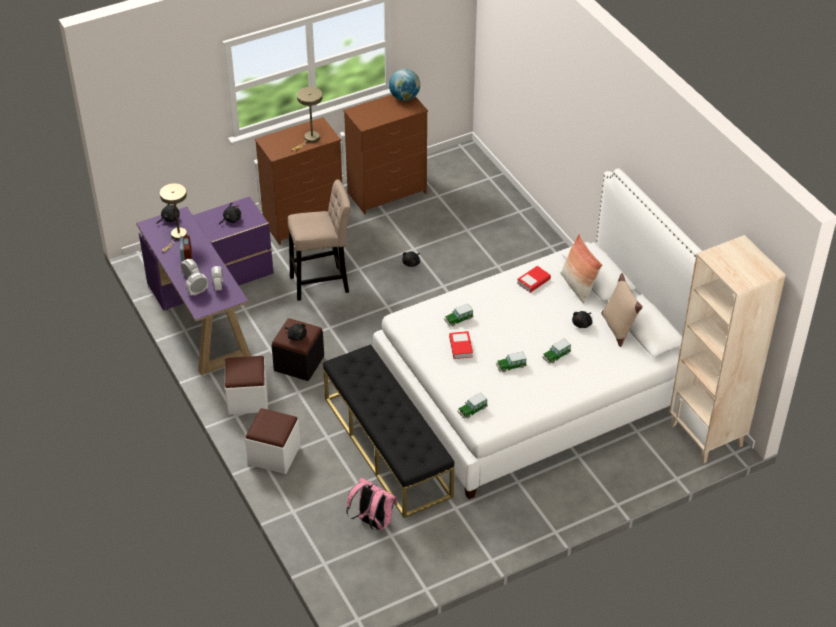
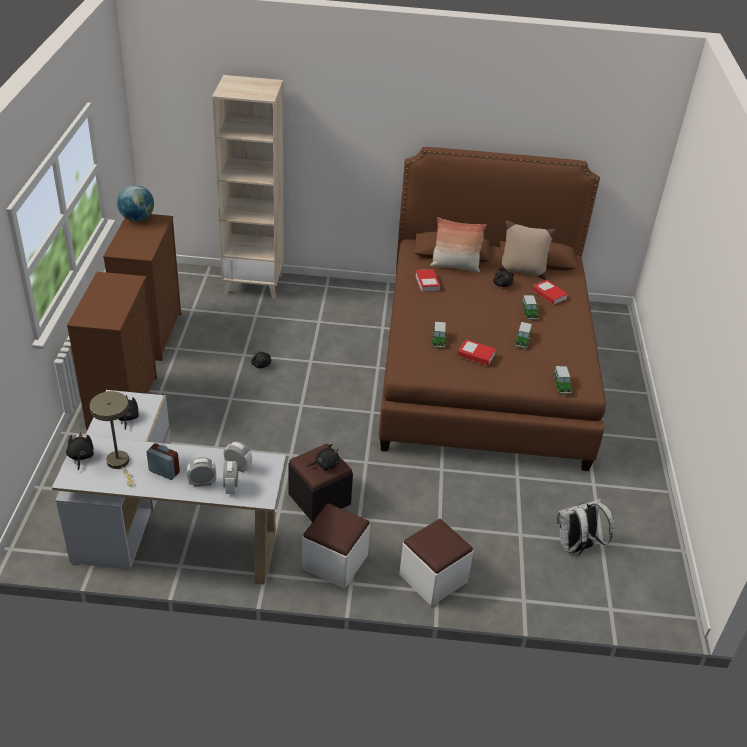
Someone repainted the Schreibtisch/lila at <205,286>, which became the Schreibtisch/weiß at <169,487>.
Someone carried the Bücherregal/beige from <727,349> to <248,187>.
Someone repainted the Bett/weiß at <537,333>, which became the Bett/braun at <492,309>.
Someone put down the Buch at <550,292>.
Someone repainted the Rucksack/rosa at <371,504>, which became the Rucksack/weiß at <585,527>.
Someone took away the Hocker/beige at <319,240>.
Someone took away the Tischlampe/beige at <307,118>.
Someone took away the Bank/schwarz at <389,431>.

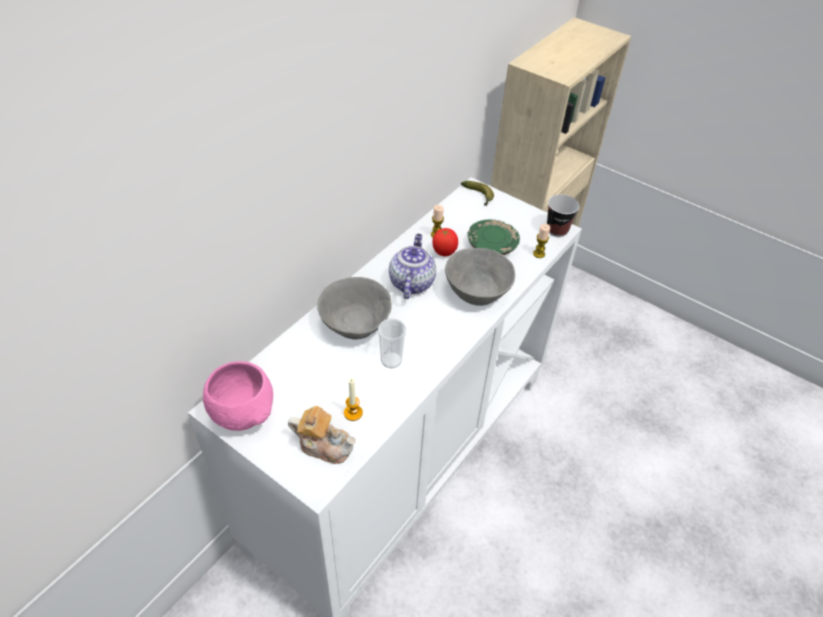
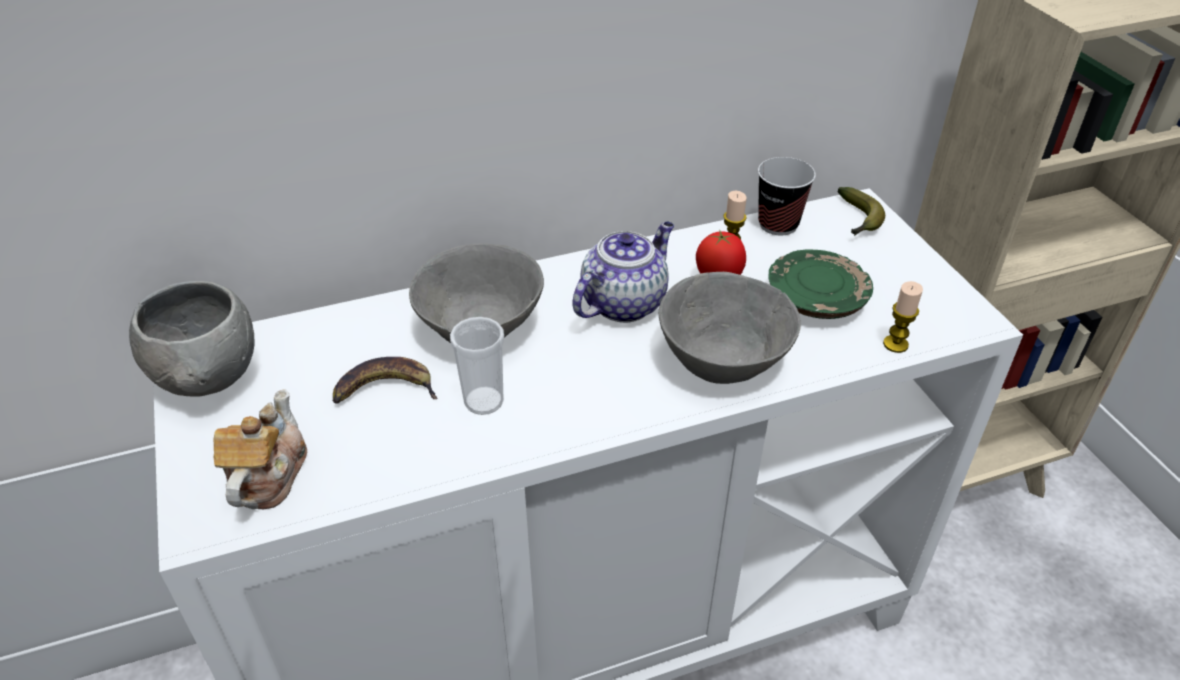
Someone repainted the Schüssel/rosa at <238,396>, which became the Schüssel/grau at <192,338>.
Someone rotated the Teekanne at <322,435> by 135 degrees counterclockwise.
Someone put down the Banane at <385,380>.
Someone carried the Tasse from <563,215> to <787,196>.
Someone took away the Kerze at <353,399>.

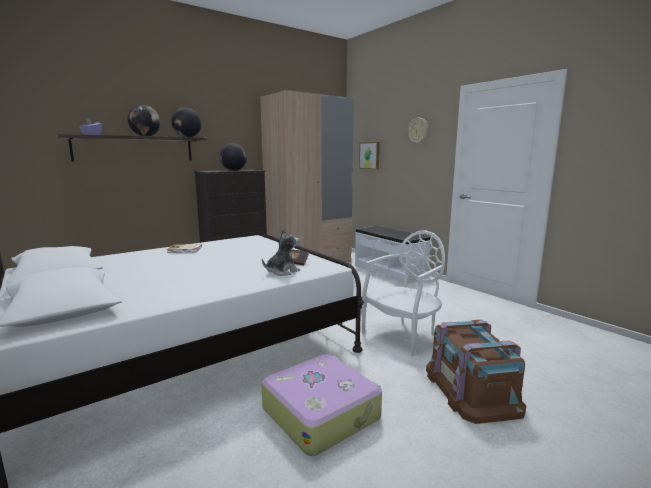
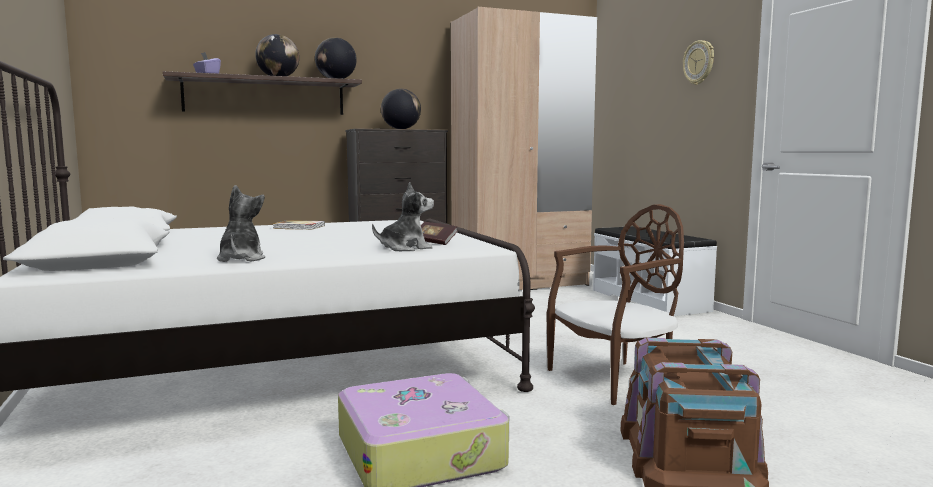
Someone put down the Plüschtier at <241,223>.
Someone repainted the Stuhl/weiß at <403,293>, which became the Stuhl/braun at <615,304>.
Someone took away the Bild at <369,155>.

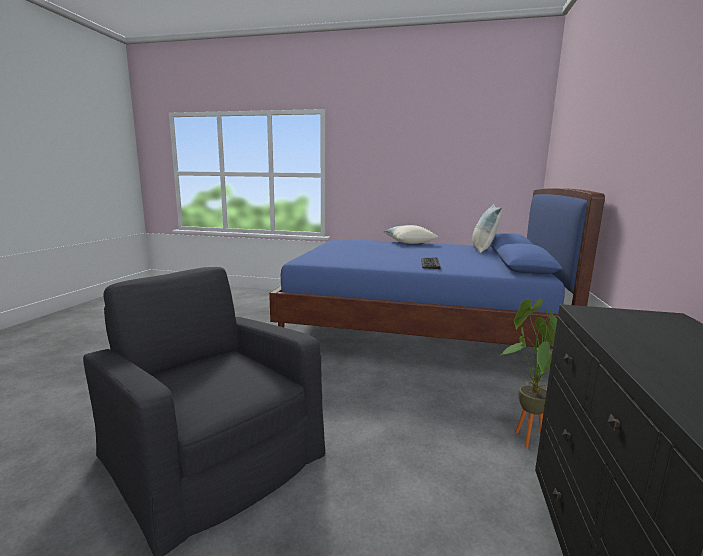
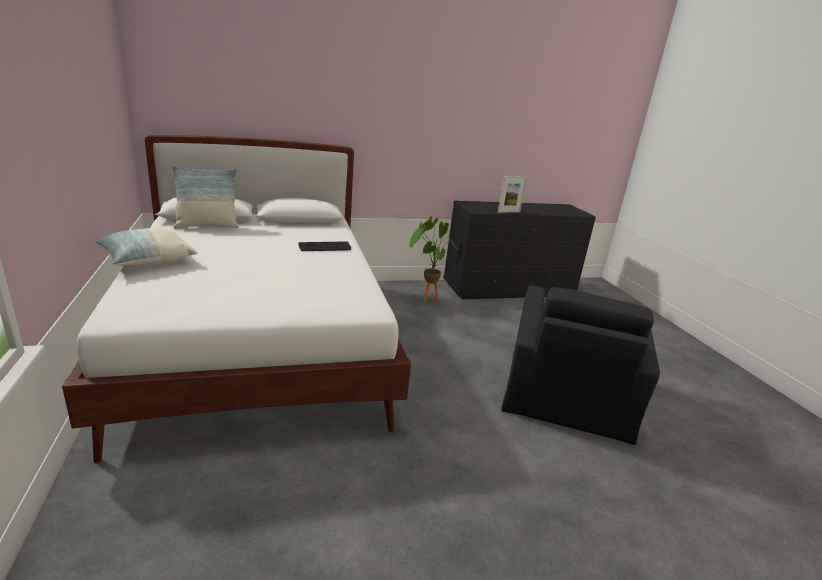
Someone repainted the Bett/blau at <437,268>, which became the Bett/weiß at <236,299>.
Someone put down the Bilderrahmen at <512,194>.

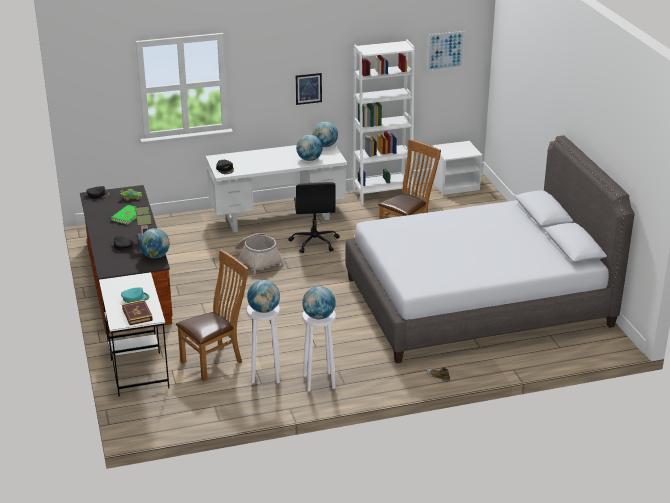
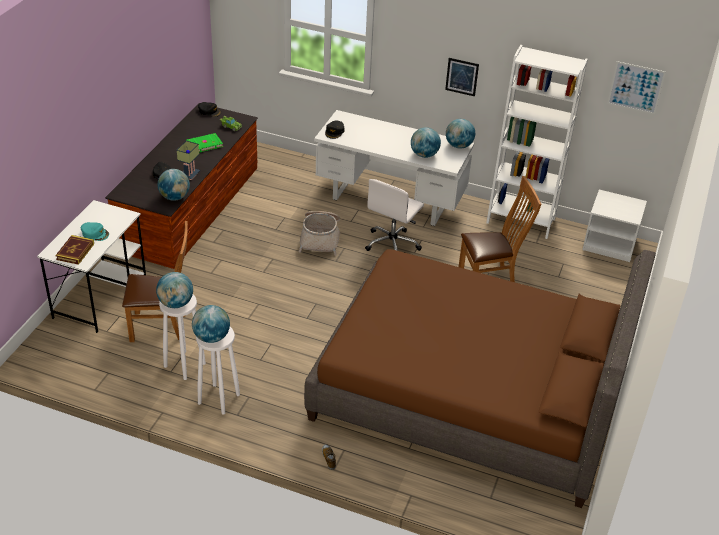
Someone repainted the Bett/grau at <490,249>, which became the Bett/braun at <480,378>.
Someone repainted the Bürostuhl/schwarz at <314,217>, which became the Bürostuhl/weiß at <394,215>.

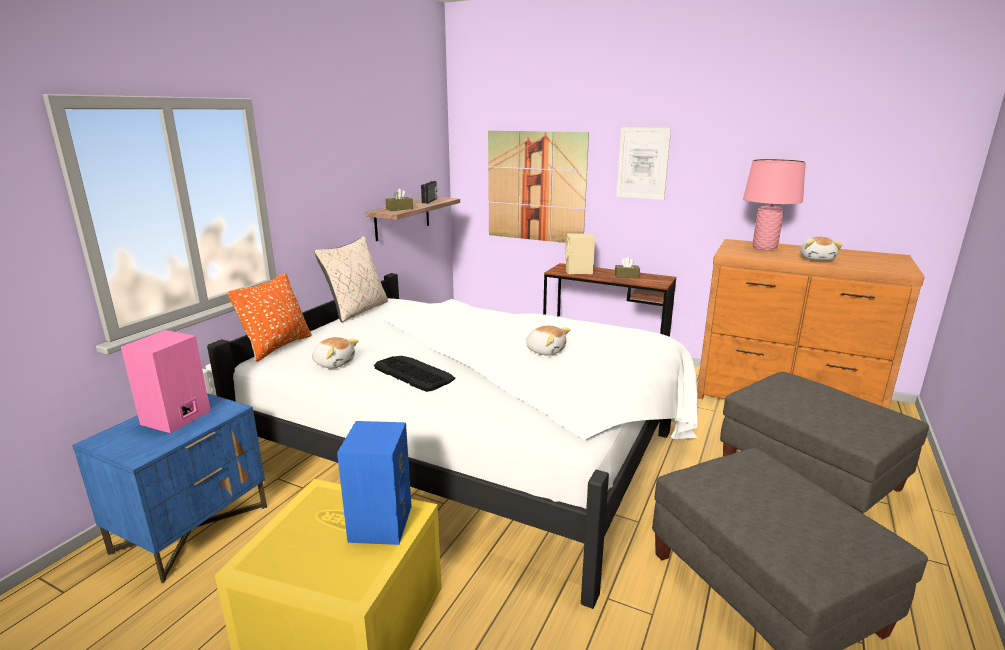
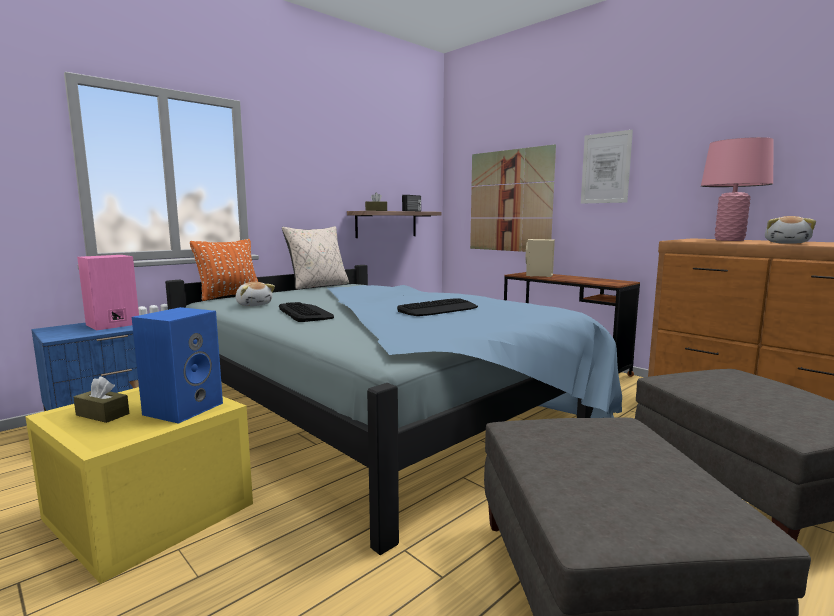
Someone carried the Taschentuchbox/braun from <627,267> to <101,399>.
Someone repainted the Bett/weiß at <452,441>, which became the Bett/blau at <393,410>.
Someone swapped the Plüschtier at <548,341> for the Tastatur at <437,307>.

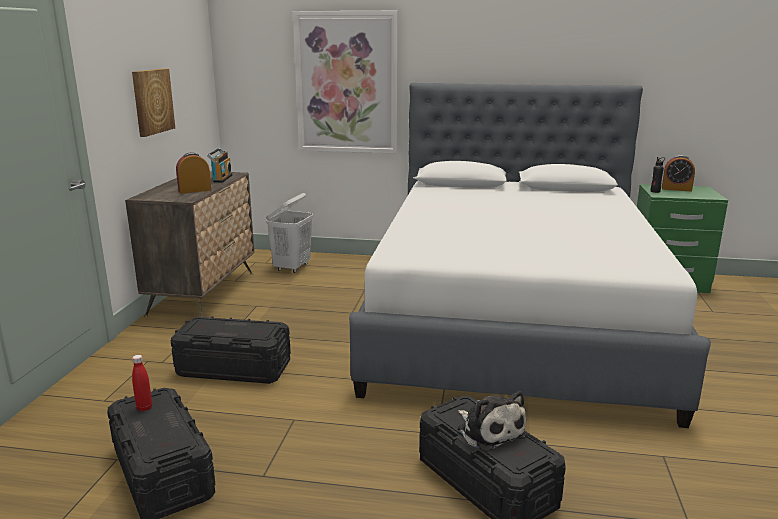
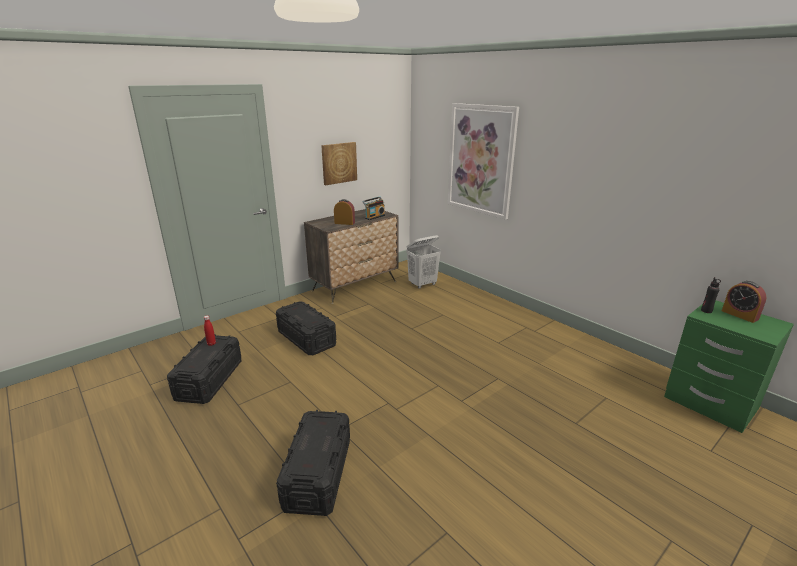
Someone took away the Bett/weiß at <530,255>.
Someone took away the Plüschtier at <492,421>.

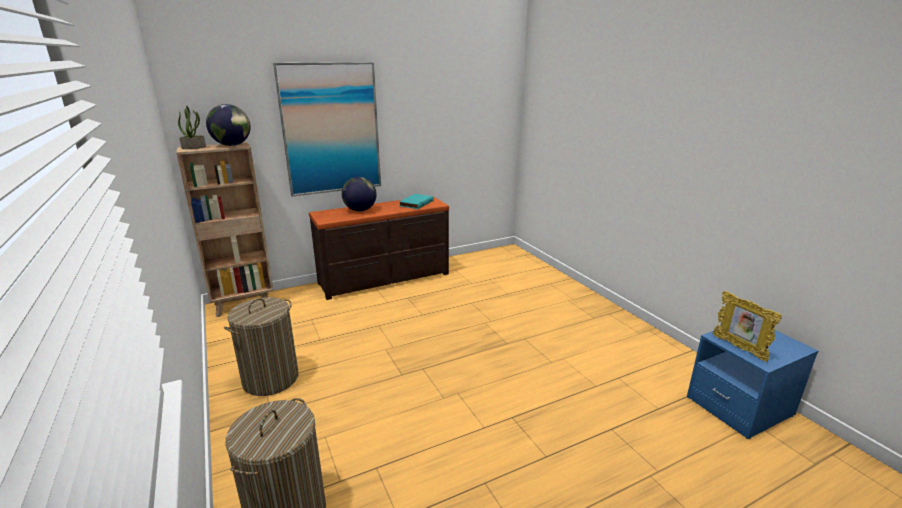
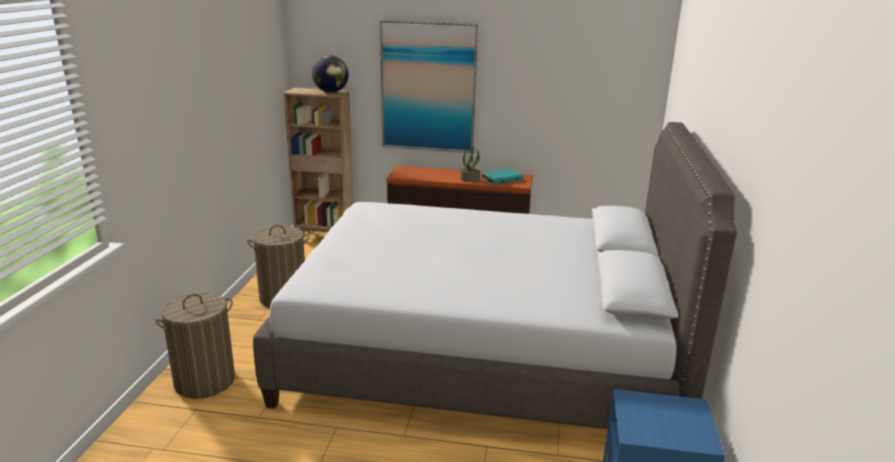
Someone put down the Bett/grau at <495,275>.
Someone carried the Topfpflanze from <192,127> to <470,163>.
Someone took away the Globus at <359,194>.
Someone took away the Bilderrahmen at <747,326>.

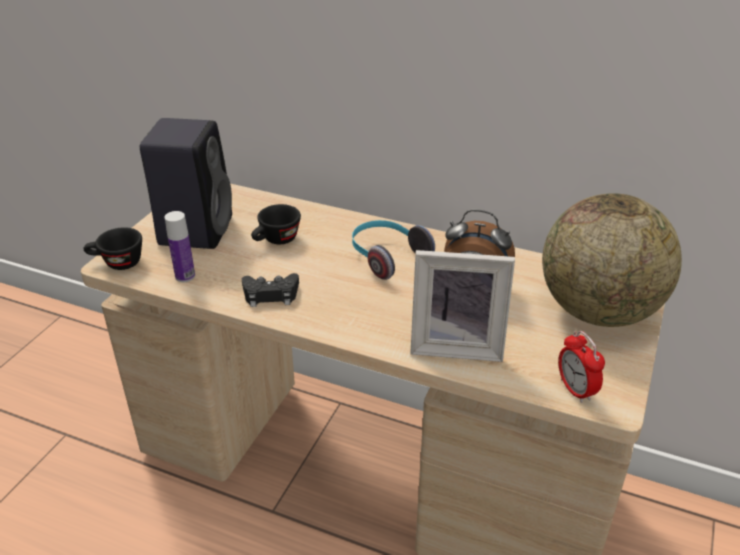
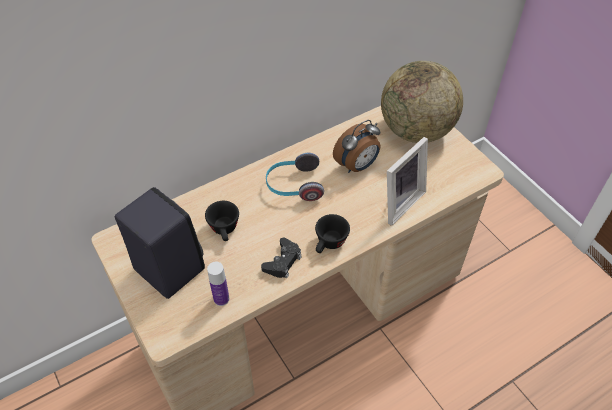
Someone carried the Tasse/schwarz from <113,248> to <332,233>.
Someone took away the Wecker at <581,367>.

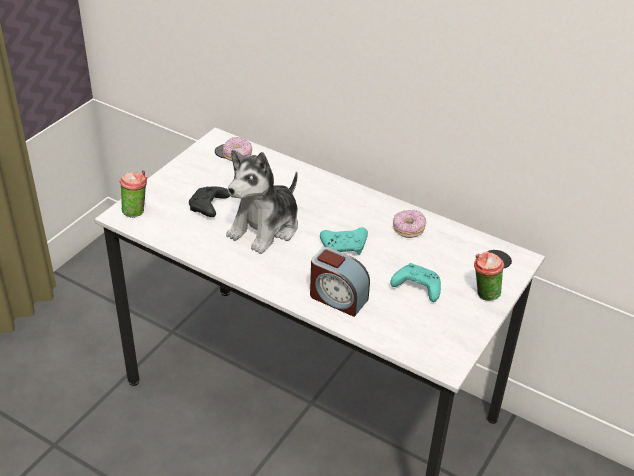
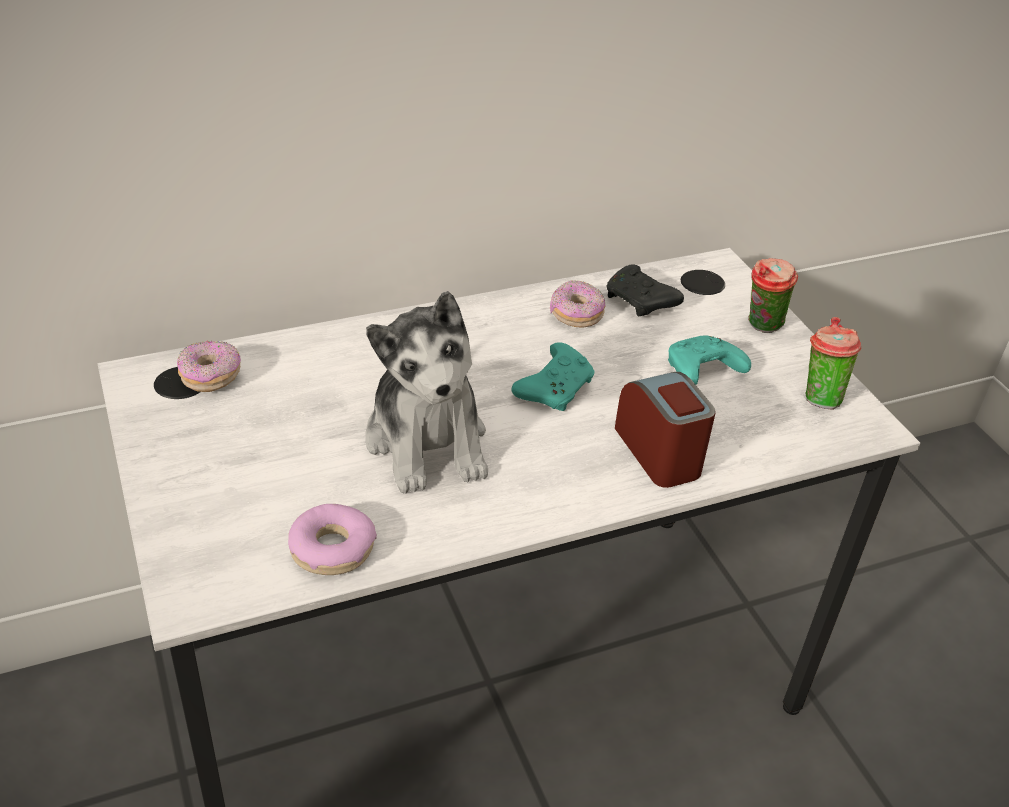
Someone put down the Donut at <332,539>.
Someone carried the Gamepad/schwarz from <209,202> to <645,291>.
Someone rotated the Wecker at <340,282> by 90 degrees counterclockwise.
Someone carried the Tasse from <133,194> to <833,363>.

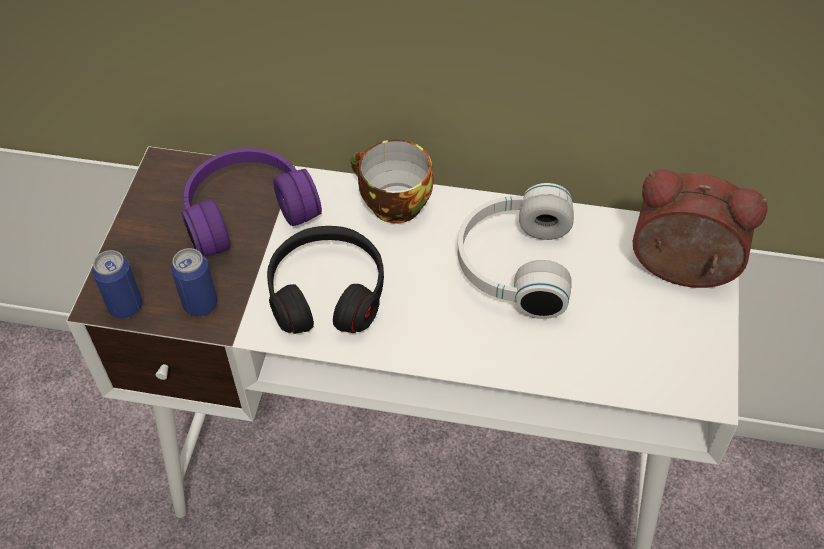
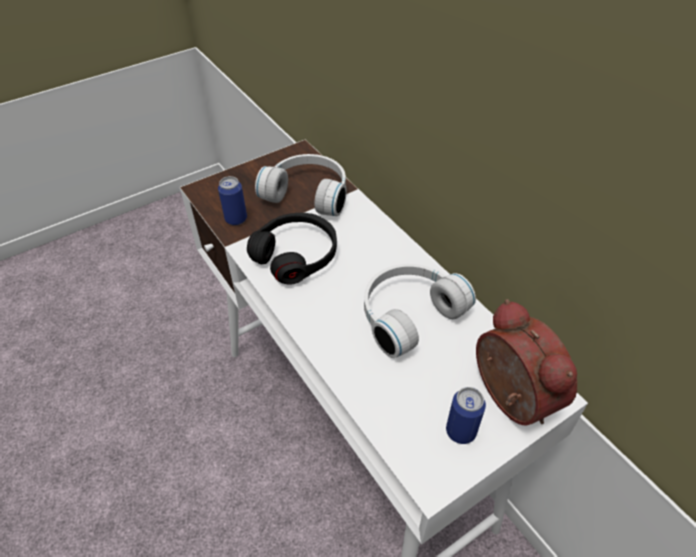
Someone repainted the Kopfhörer/lila at <251,202>, which became the Kopfhörer/weiß at <301,185>.
Someone carried the Dose from <117,284> to <466,415>.
Someone took away the Tasse at <392,181>.

